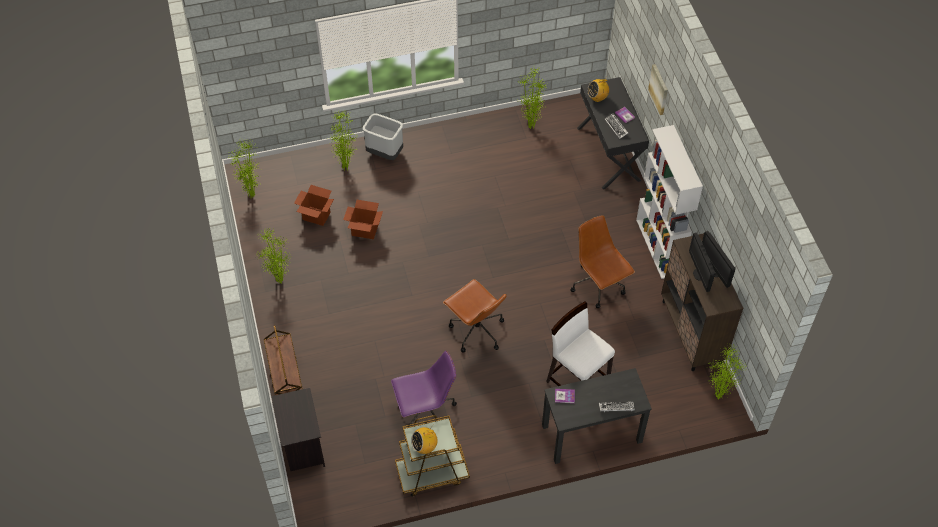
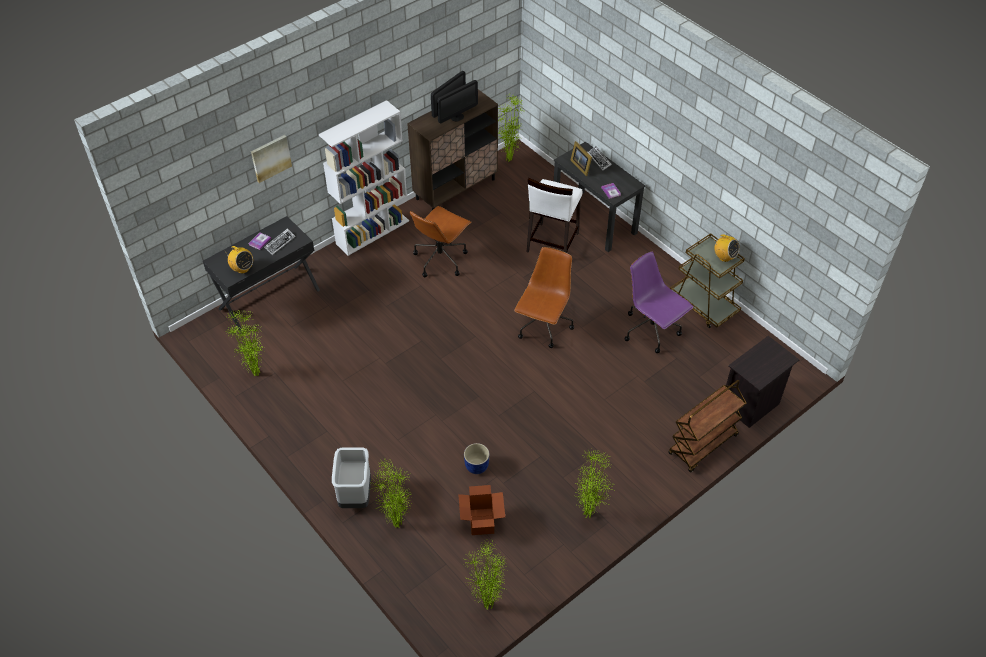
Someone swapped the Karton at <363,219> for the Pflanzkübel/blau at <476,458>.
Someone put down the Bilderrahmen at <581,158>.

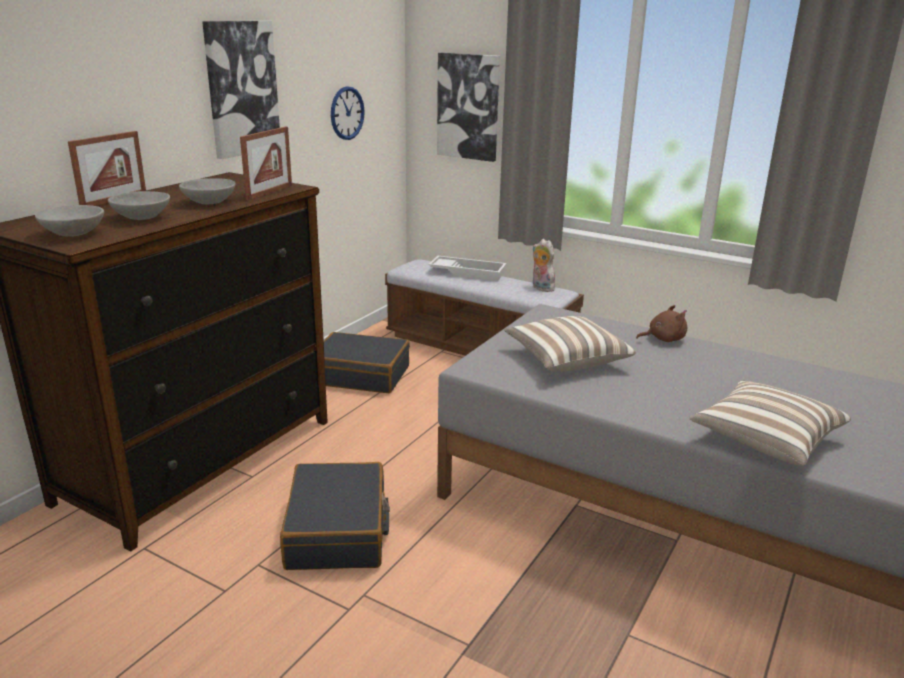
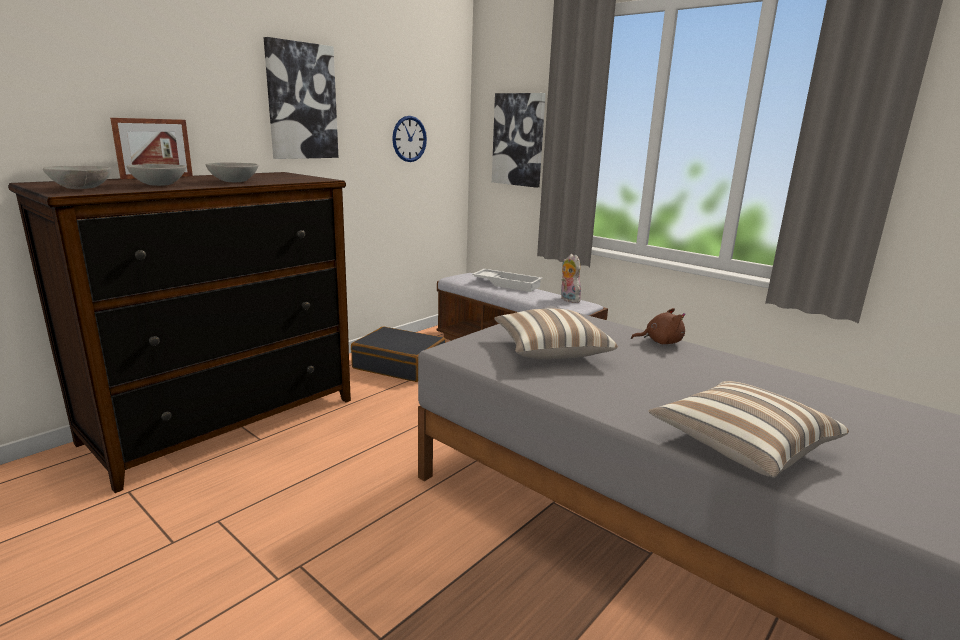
Someone took away the Bilderrahmen at <266,164>.
Someone took away the Koffer/schwarz at <335,516>.

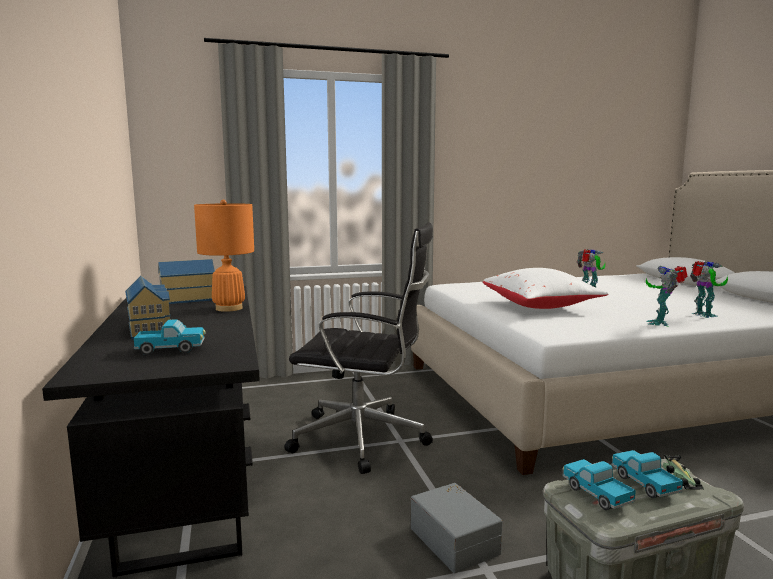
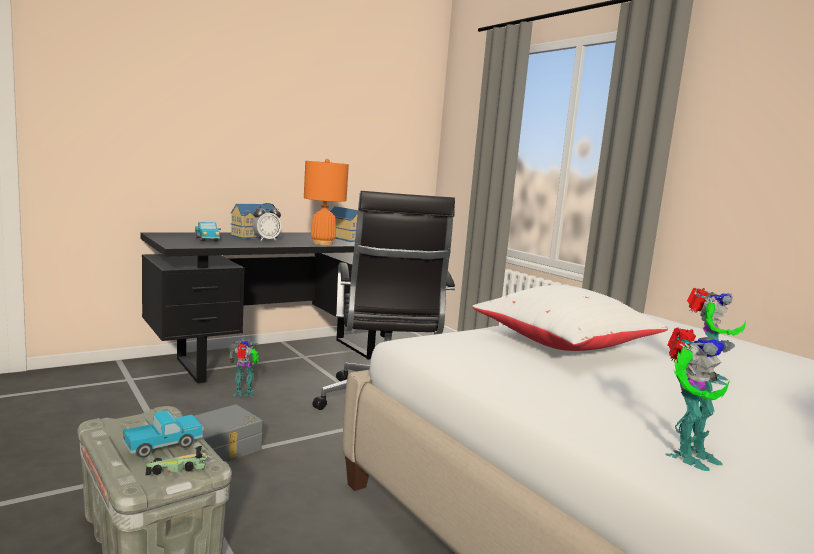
Someone carried the Spielzeugroboter from <666,296> to <244,368>.
Someone put down the Wecker at <266,222>.
Someone took away the Spielzeuglaster at <599,484>.

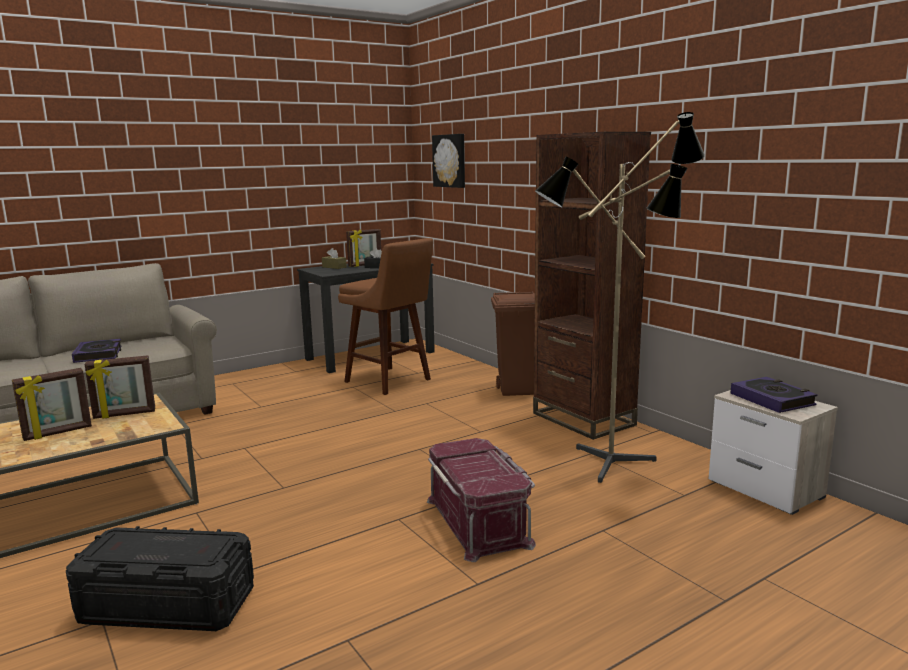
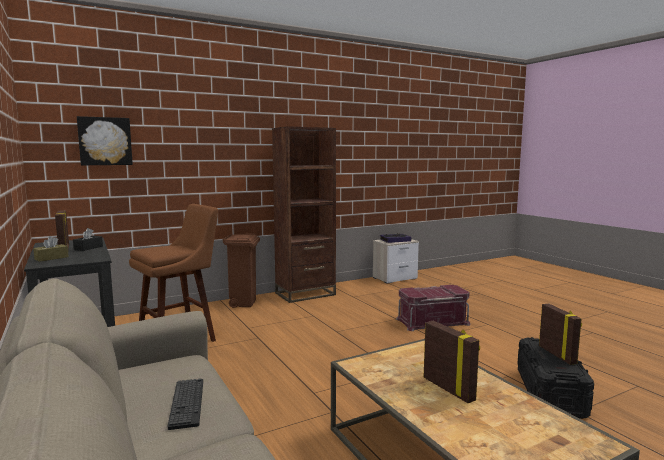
Someone swapped the Buch at <97,351> for the Tastatur at <185,404>.
Someone carried the Bilderrahmen from <119,387> to <560,334>.
Someone took away the Stehlampe at <620,297>.

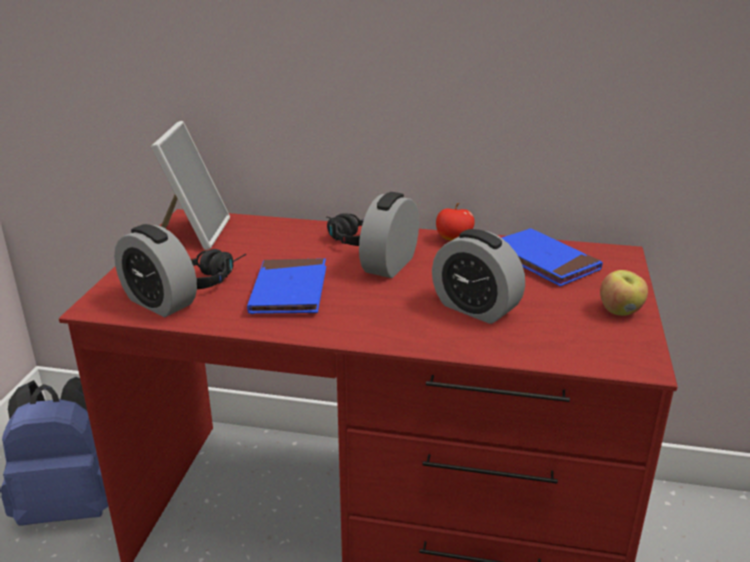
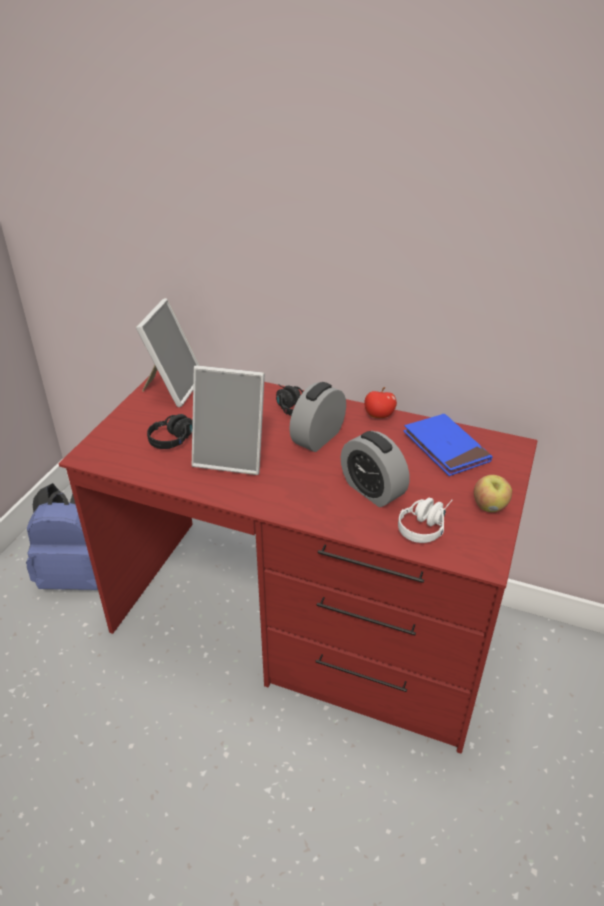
Someone swapped the Buch/blau at <286,286> for the Bilderrahmen at <228,420>.
Someone put down the Kopfhörer/weiß at <425,520>.
Someone took away the Wecker at <155,270>.

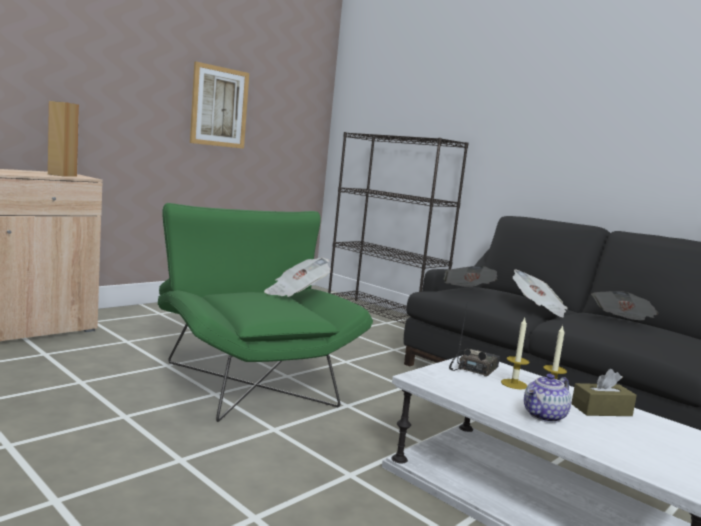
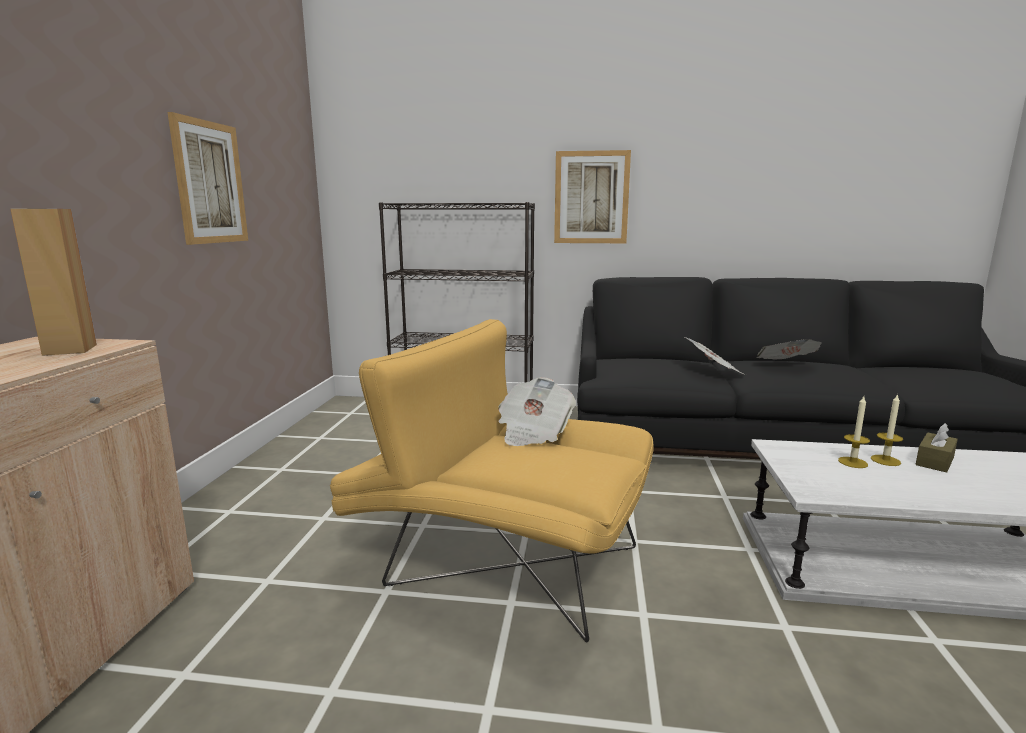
Someone repainted the Sessel/grün at <265,312>, which became the Sessel/gelb at <492,480>.
Someone put up the Bild at <592,196>.
Someone took away the Zeitung at <470,276>.
Someone took away the Radio at <474,339>.
Someone took away the Teekanne at <547,398>.

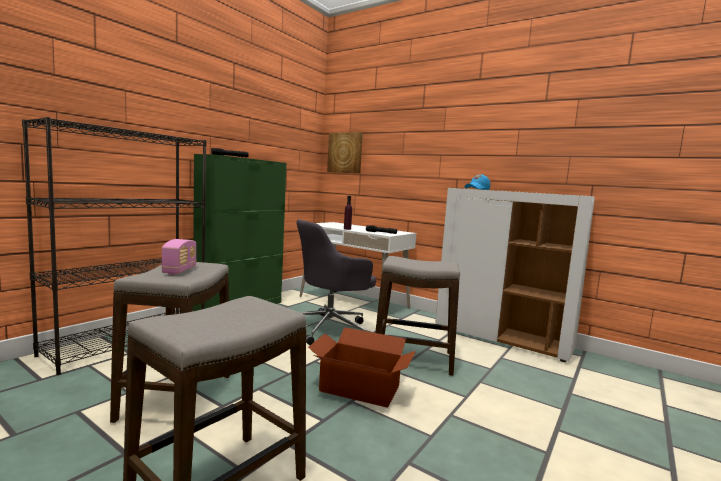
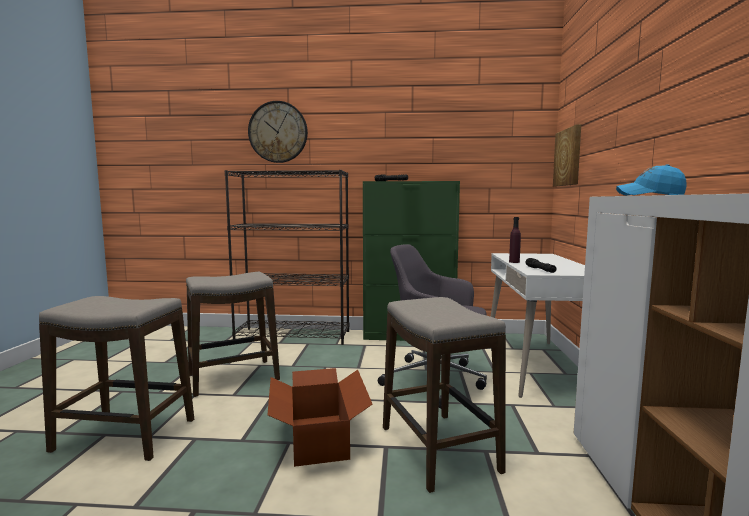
Someone put up the Wanduhr at <278,132>.
Someone took away the Radio at <179,256>.

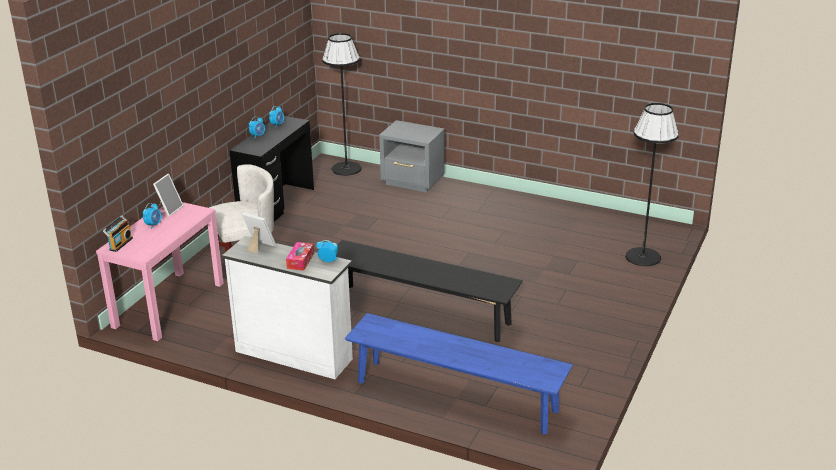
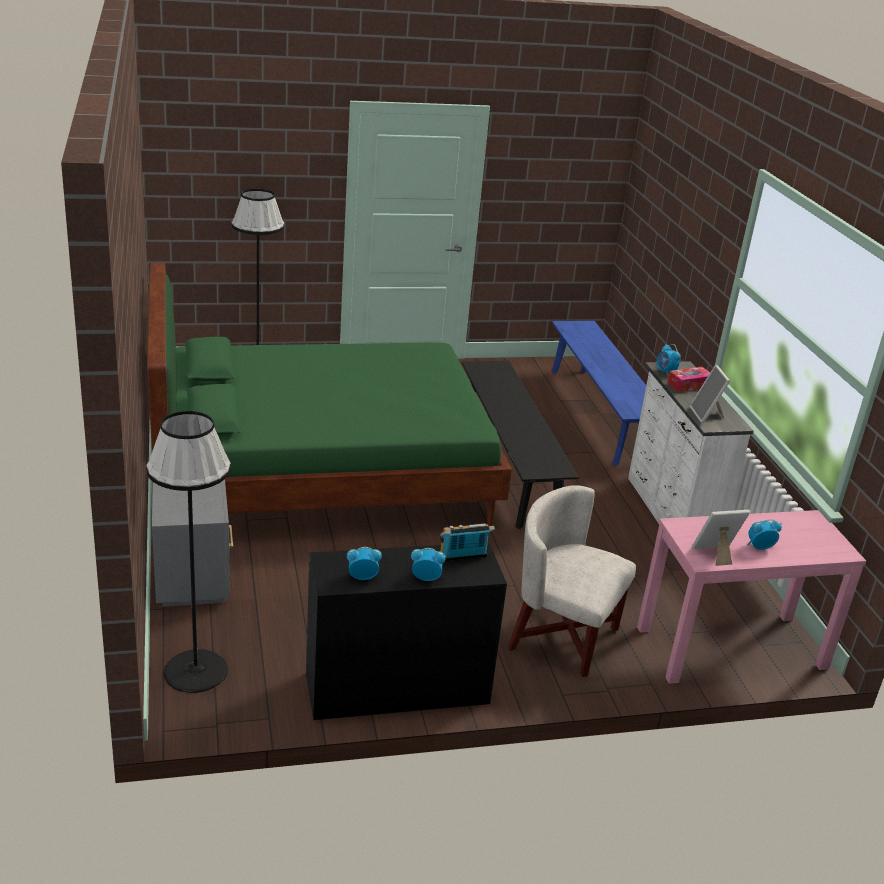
Someone put down the Bett/grün at <329,394>.
Someone carried the Radio from <118,234> to <467,542>.

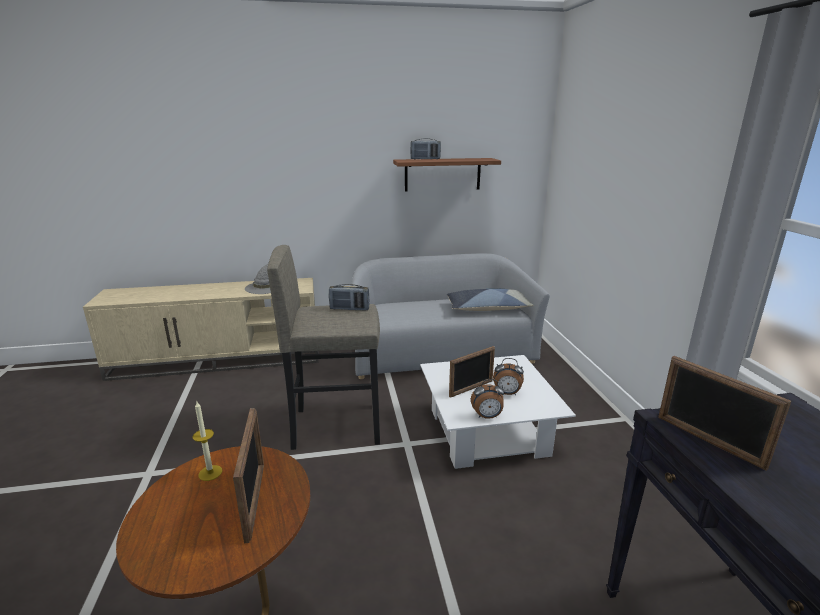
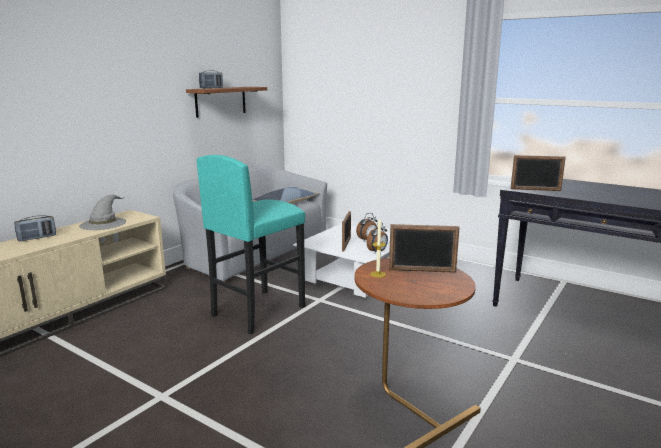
Someone carried the Radio from <349,297> to <35,228>.
Someone repainted the Hocker/grau at <323,347>, which became the Hocker/türkis at <250,244>.
Someone rotated the Bilderrahmen at <248,476> by 150 degrees clockwise.

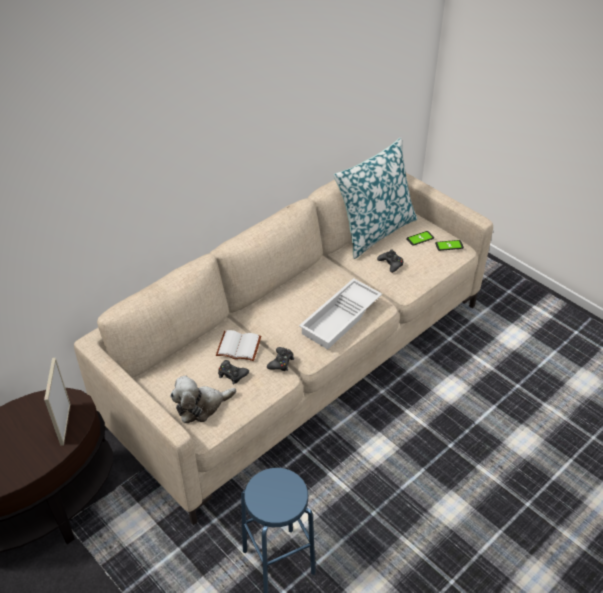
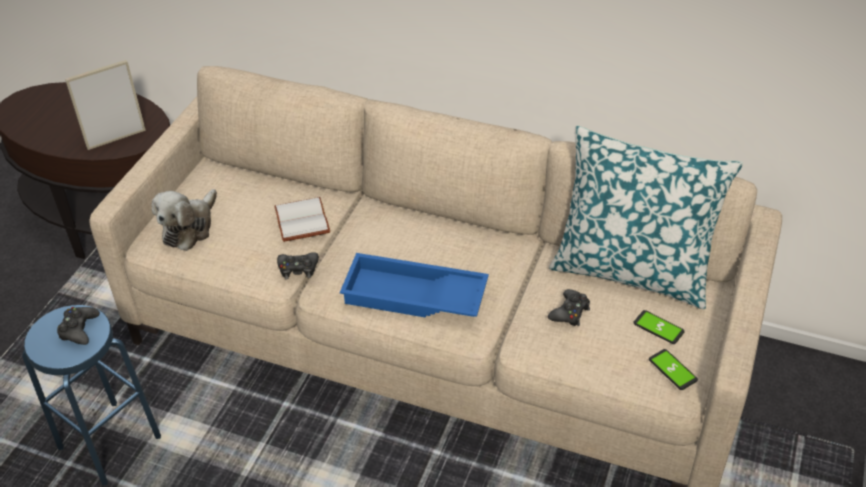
Someone carried the Gamepad/schwarz from <233,372> to <78,326>.
Someone rotated the Plüschtier at <203,399> by 105 degrees counterclockwise.
Someone repainted the Tablett/weiß at <340,314>, which became the Tablett/blau at <414,285>.

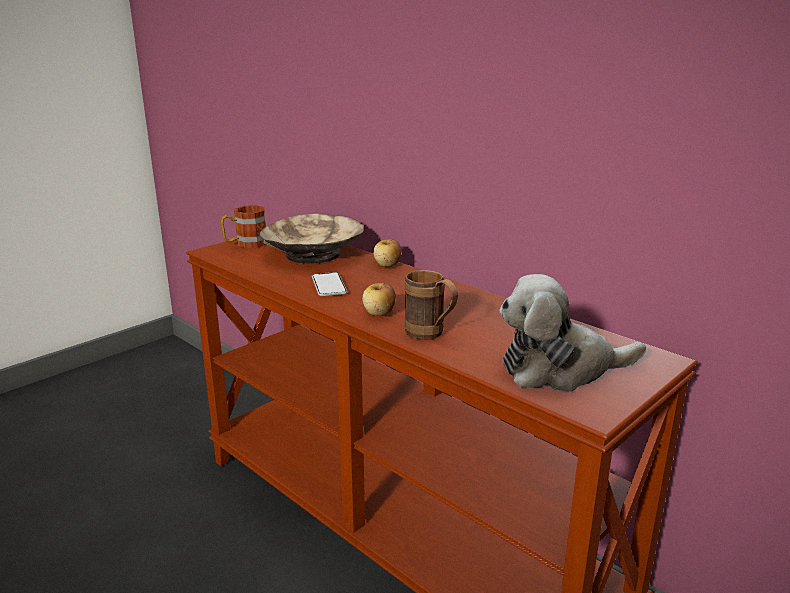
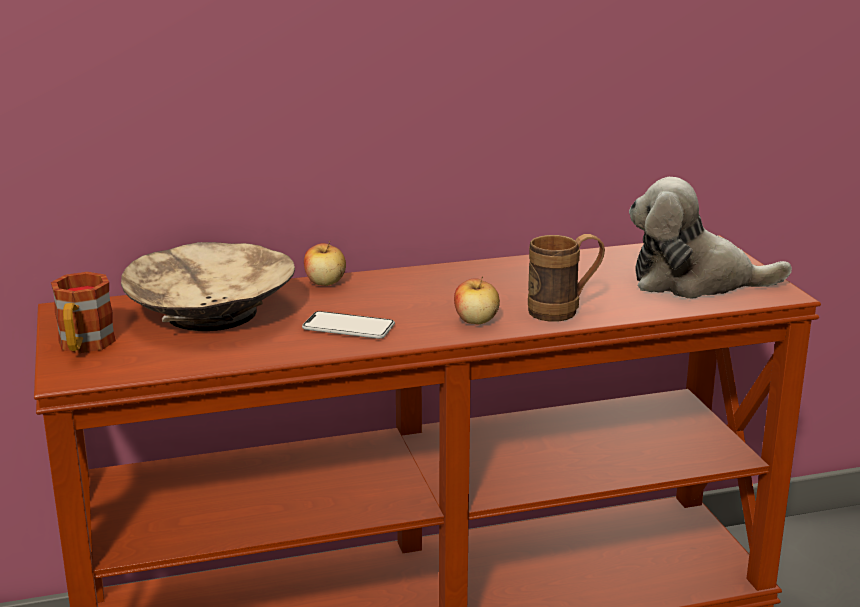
Someone rotated the Plüschtier at <572,333> by 75 degrees clockwise.

